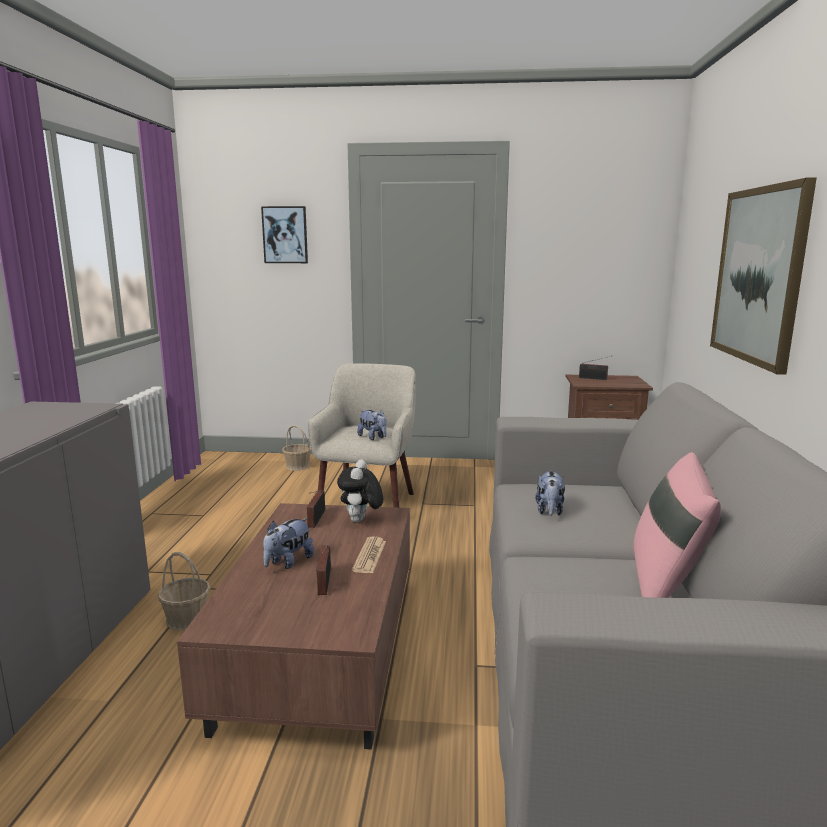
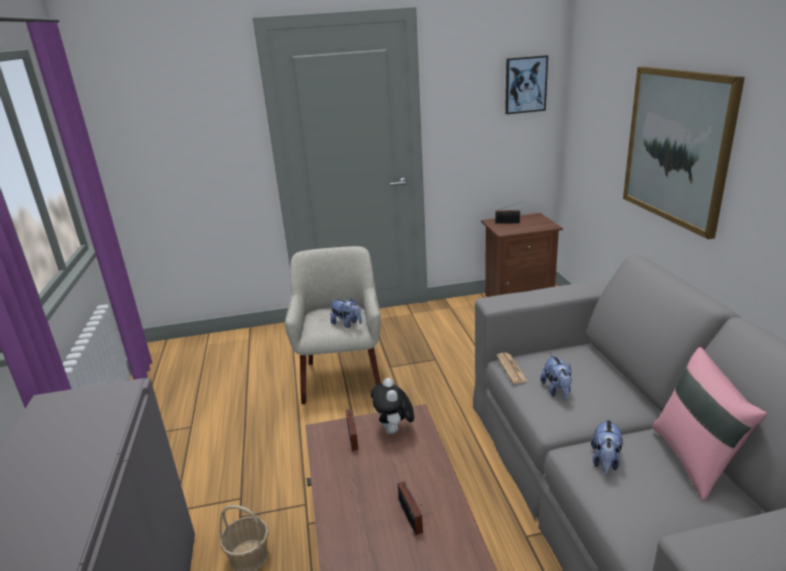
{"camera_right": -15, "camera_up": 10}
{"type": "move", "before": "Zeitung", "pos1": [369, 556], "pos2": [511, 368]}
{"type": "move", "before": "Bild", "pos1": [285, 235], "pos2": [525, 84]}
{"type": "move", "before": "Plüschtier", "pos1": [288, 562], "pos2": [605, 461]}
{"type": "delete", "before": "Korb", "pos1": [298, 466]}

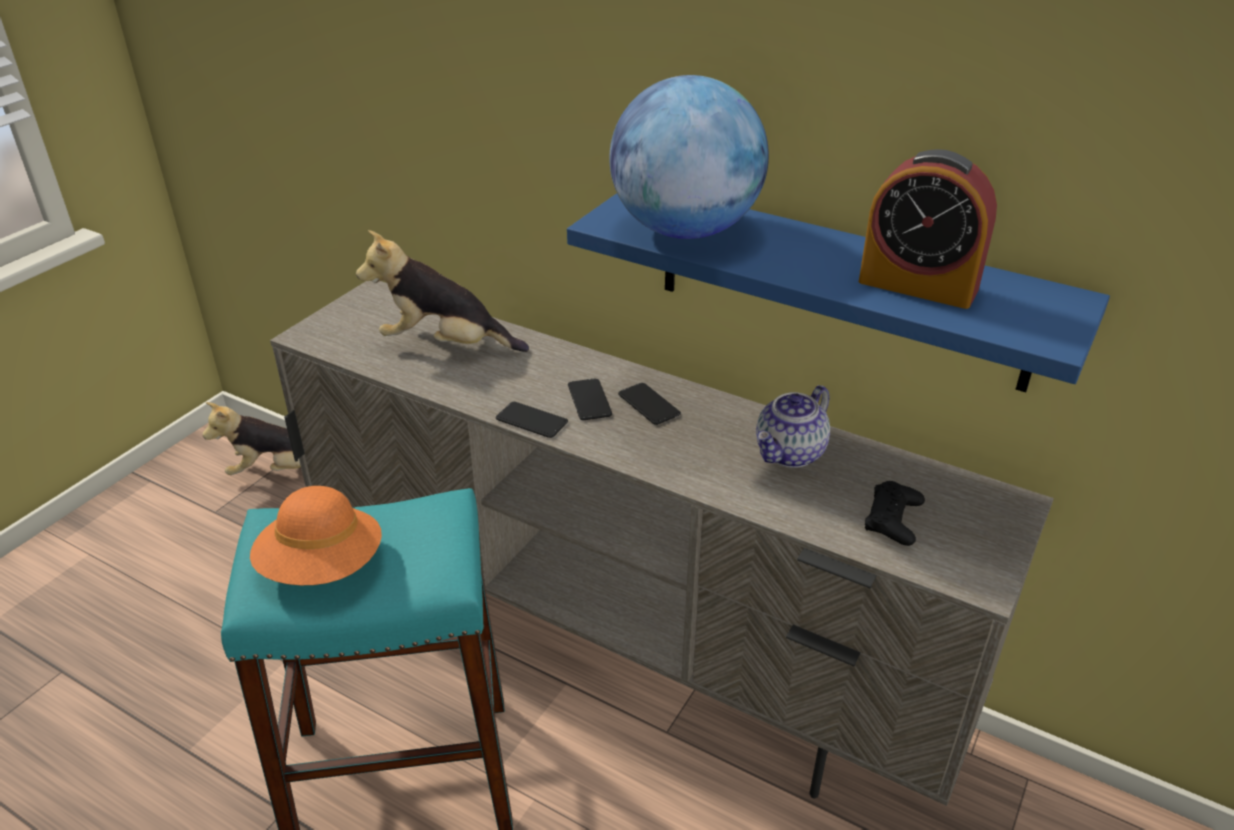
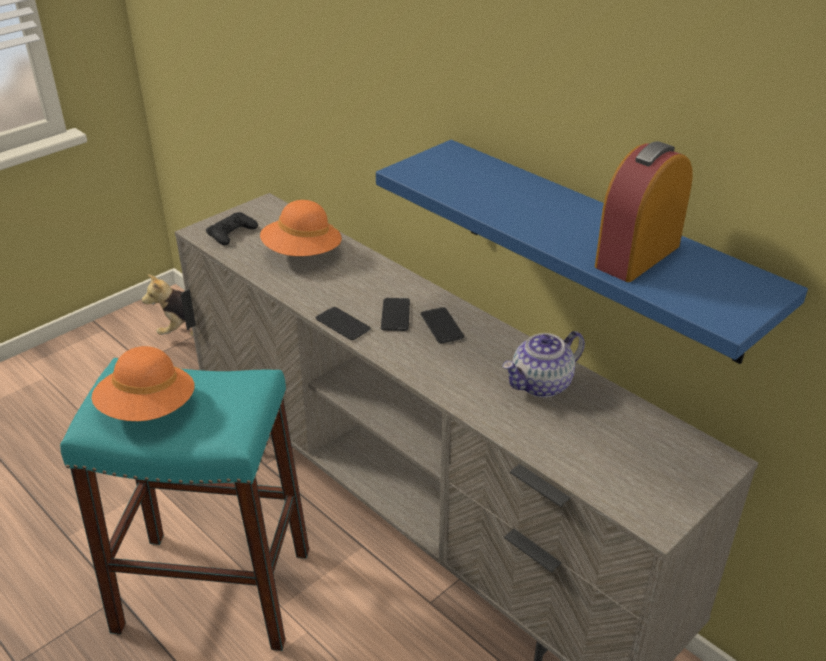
{"camera_right": 15, "camera_up": 0}
{"type": "move", "before": "Gamepad/schwarz", "pos1": [893, 519], "pos2": [232, 233]}
{"type": "replace", "before": "Plüschtier", "after": "Hut/orange", "pos1": [445, 345], "pos2": [302, 254]}
{"type": "rotate", "before": "Wecker", "pos1": [918, 285], "pos2": [637, 256], "turn": 90}
{"type": "delete", "before": "Globus", "pos1": [685, 230]}

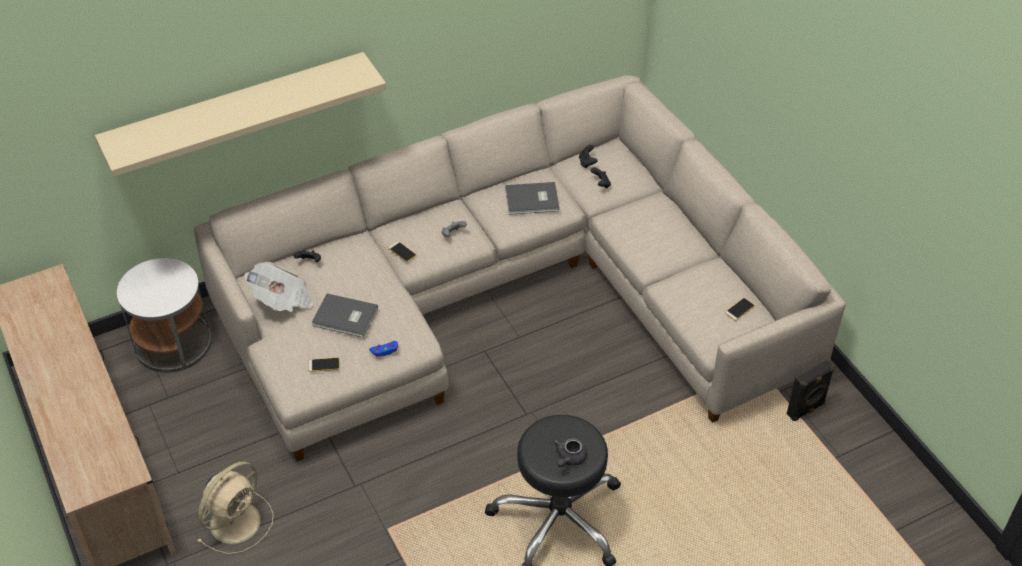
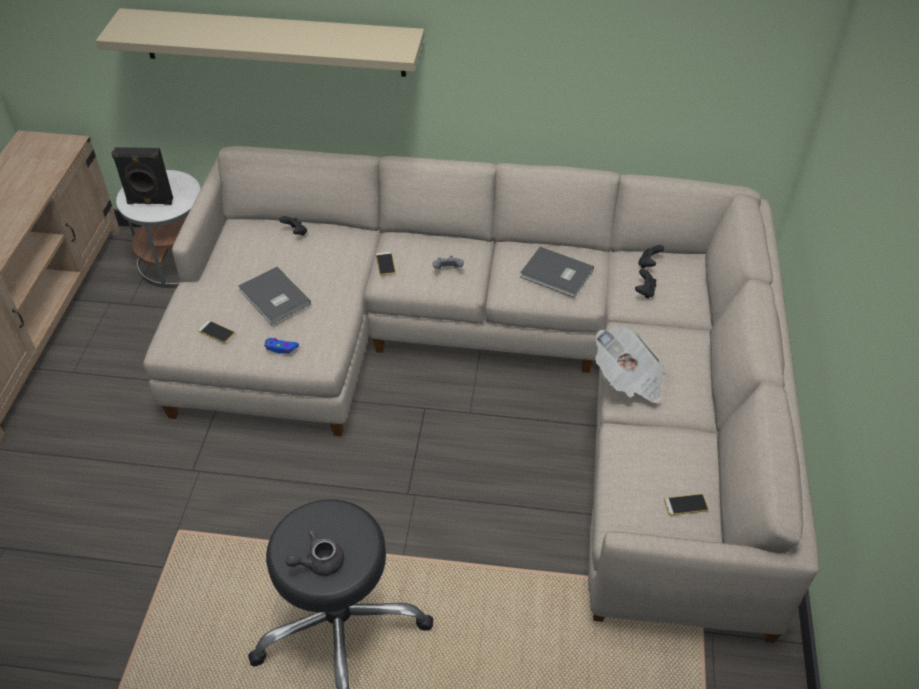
{"camera_right": 35, "camera_up": 0}
{"type": "move", "before": "Lautsprecher/schwarz", "pos1": [806, 410], "pos2": [150, 202]}
{"type": "move", "before": "Zeitung", "pos1": [282, 300], "pos2": [628, 379]}
{"type": "delete", "before": "Ventilator/beige", "pos1": [237, 520]}

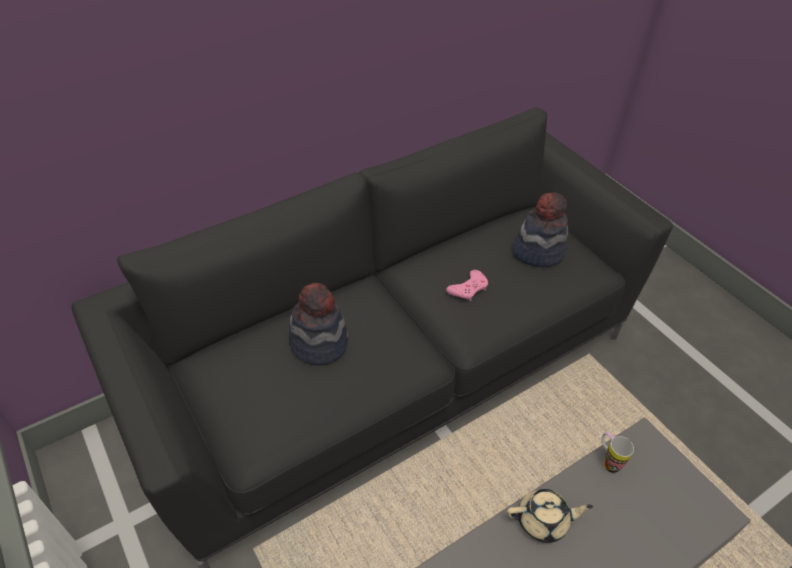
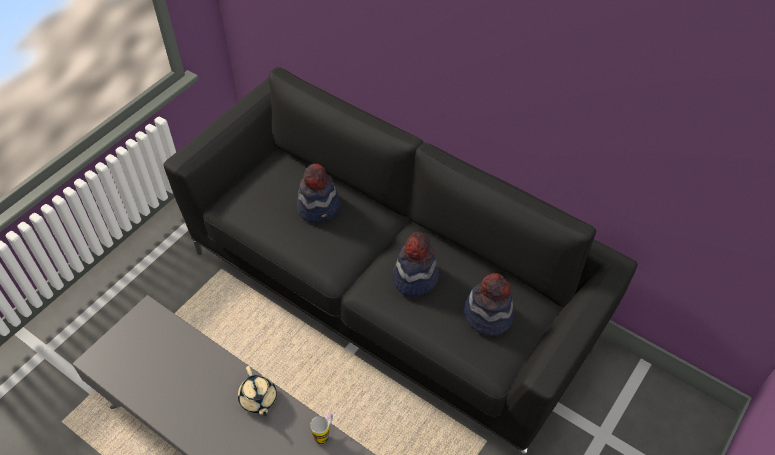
{"camera_right": 70, "camera_up": 5}
{"type": "replace", "before": "Gamepad/rosa", "after": "Hut", "pos1": [468, 288], "pos2": [414, 277]}

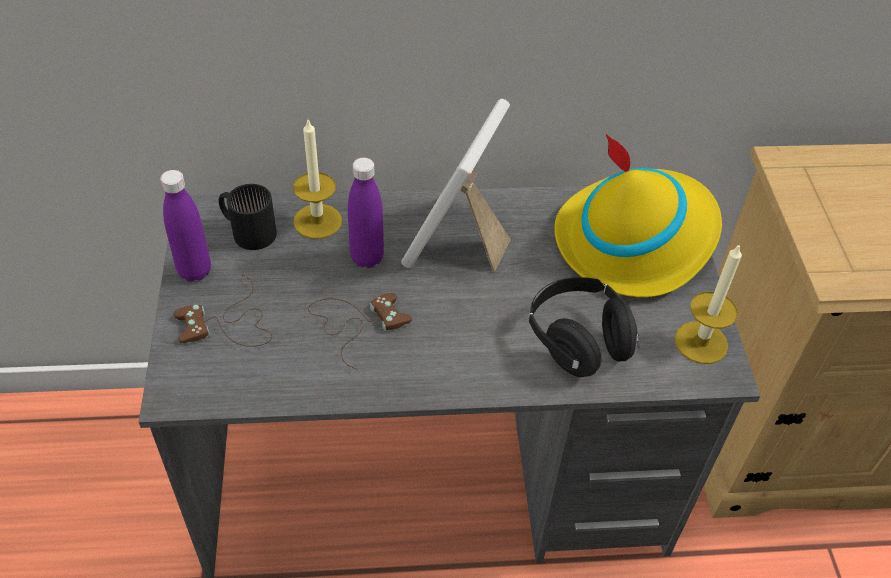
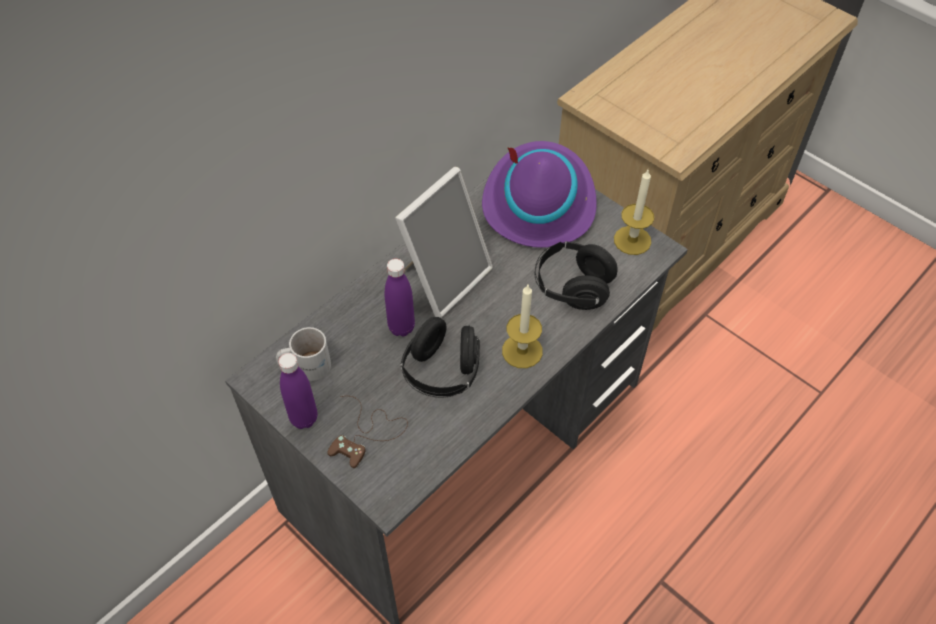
{"camera_right": -40, "camera_up": 5}
{"type": "recolor", "before": "Henkelbecher/schwarz", "after": "Henkelbecher/weiß", "pos1": [249, 230], "pos2": [305, 365]}
{"type": "rotate", "before": "Bilderrahmen", "pos1": [457, 243], "pos2": [444, 278], "turn": -120}
{"type": "replace", "before": "Gamepad/braun", "after": "Kopfhörer/schwarz", "pos1": [356, 323], "pos2": [442, 372]}
{"type": "recolor", "before": "Hut/gelb", "after": "Hut/lila", "pos1": [636, 239], "pos2": [538, 202]}
{"type": "move", "before": "Kerze", "pos1": [317, 221], "pos2": [522, 351]}

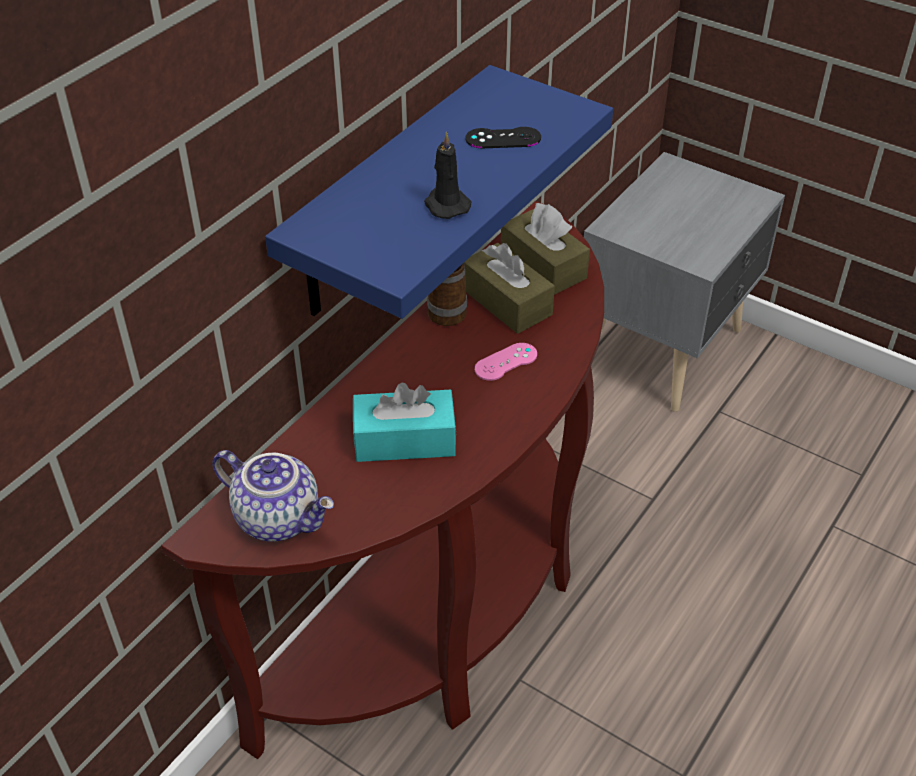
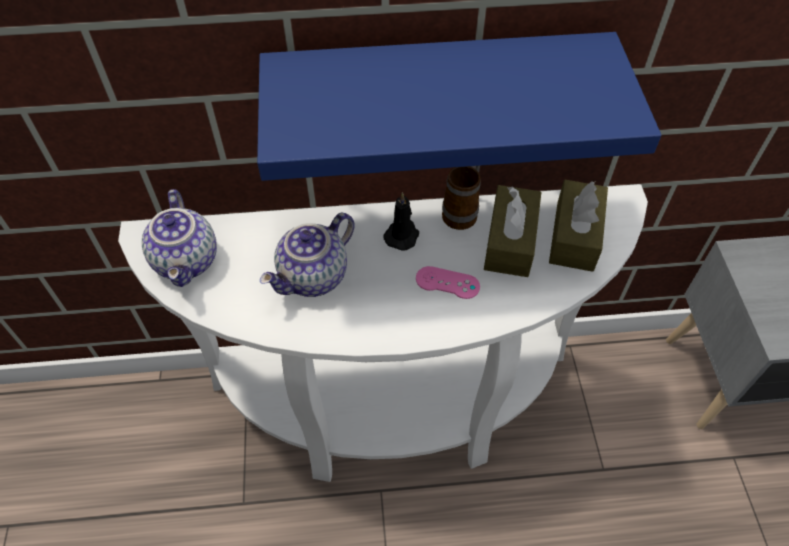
{"camera_right": 50, "camera_up": 10}
{"type": "recolor", "before": "Konsolentisch/braun", "after": "Konsolentisch/weiß", "pos1": [446, 610], "pos2": [393, 409]}
{"type": "replace", "before": "Taschentuchbox/türkis", "after": "Teekanne", "pos1": [404, 440], "pos2": [314, 278]}
{"type": "move", "before": "Kerze/schwarz", "pos1": [445, 205], "pos2": [402, 235]}
{"type": "delete", "before": "Gamepad/schwarz", "pos1": [503, 138]}

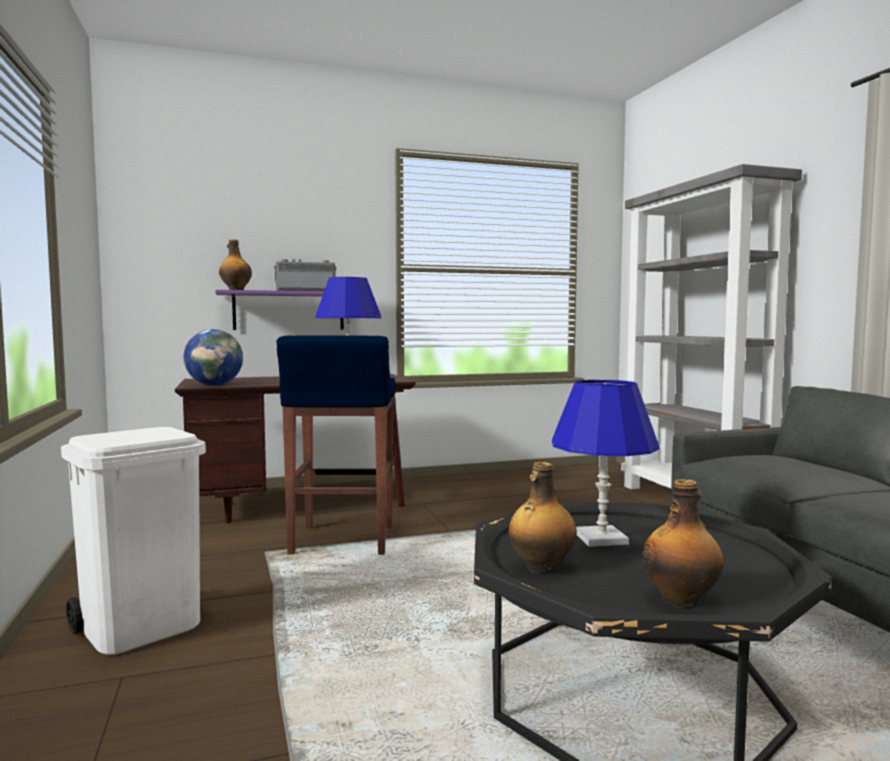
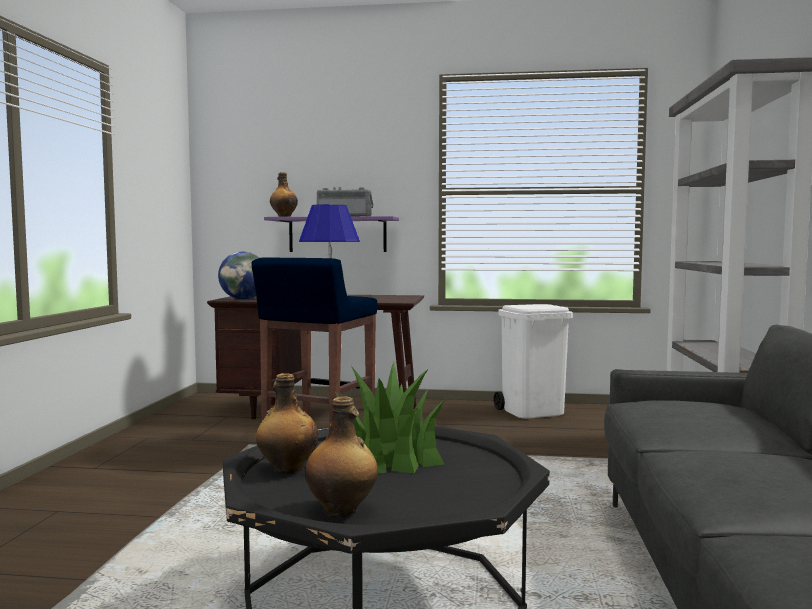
{"camera_right": 25, "camera_up": 0}
{"type": "replace", "before": "Tischlampe/blau", "after": "Topfpflanze", "pos1": [601, 538], "pos2": [388, 456]}
{"type": "move", "before": "Mülleimer/weiß", "pos1": [143, 627], "pos2": [533, 412]}

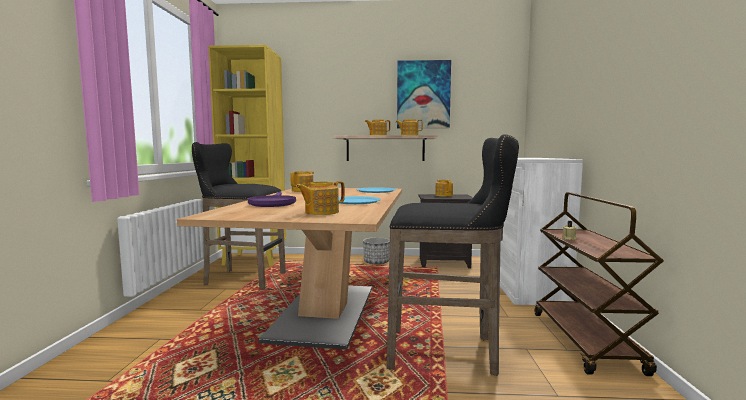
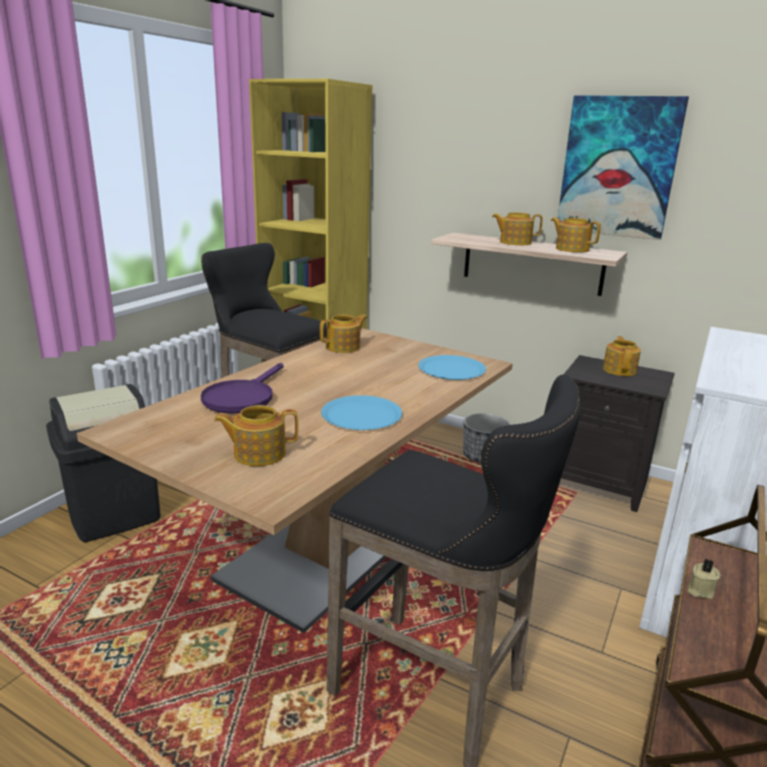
{"camera_right": 25, "camera_up": 15}
{"type": "insert", "after": "Mülleimer/schwarz", "pos2": [114, 514]}

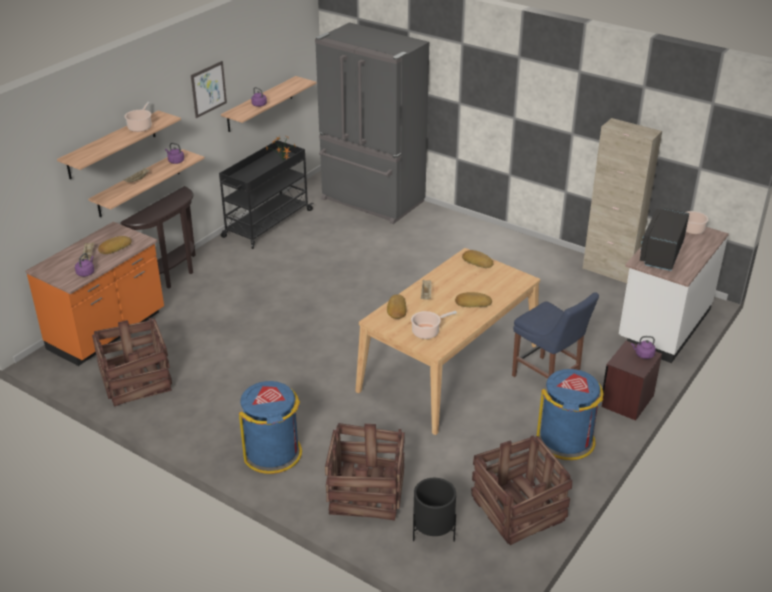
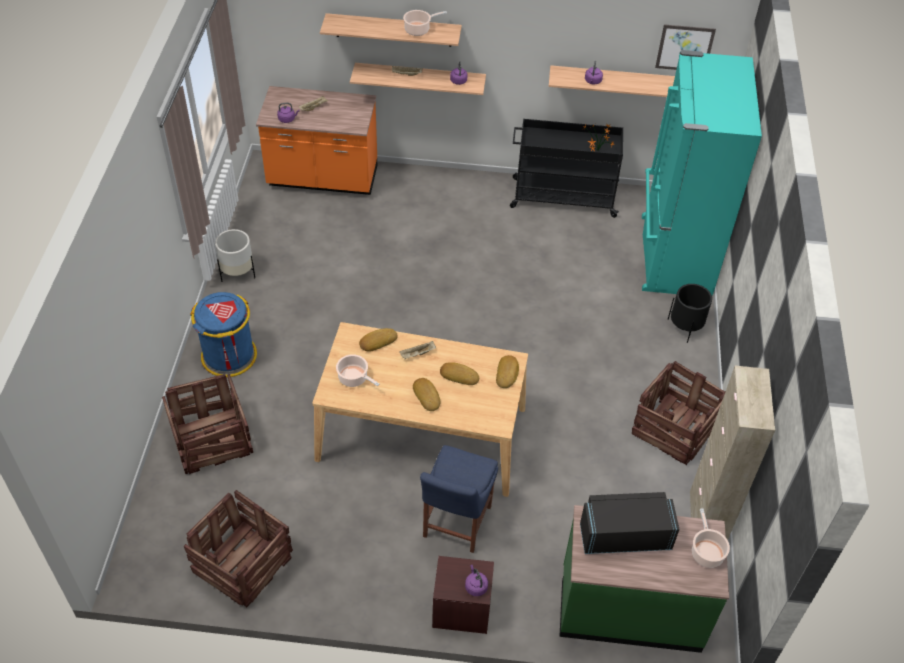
{"camera_right": 60, "camera_up": 15}
{"type": "insert", "after": "Pflanzkübel/weiß", "pos2": [237, 273]}
{"type": "move", "before": "Brot", "pos1": [114, 247], "pos2": [459, 375]}
{"type": "recolor", "before": "Küchenzeile/weiß", "after": "Küchenzeile/grün", "pos1": [663, 325], "pos2": [630, 608]}
{"type": "move", "before": "Kiste", "pos1": [136, 380], "pos2": [675, 428]}
{"type": "recolor", "before": "Kühlschrank/grau", "after": "Kühlschrank/türkis", "pos1": [371, 201], "pos2": [673, 255]}
{"type": "move", "before": "Bild", "pos1": [208, 89], "pos2": [685, 48]}
{"type": "move", "before": "Pflanzkübel/schwarz", "pos1": [433, 532], "pos2": [685, 327]}
{"type": "delete", "before": "Konsolentisch/braun", "pos1": [172, 276]}
{"type": "delete", "before": "Mülleimer/blau", "pos1": [566, 440]}

